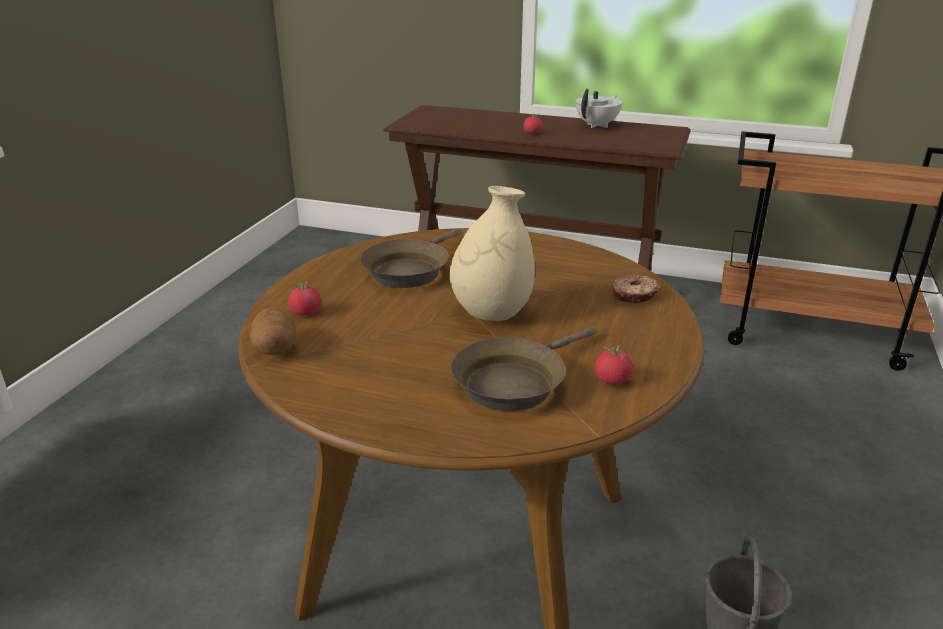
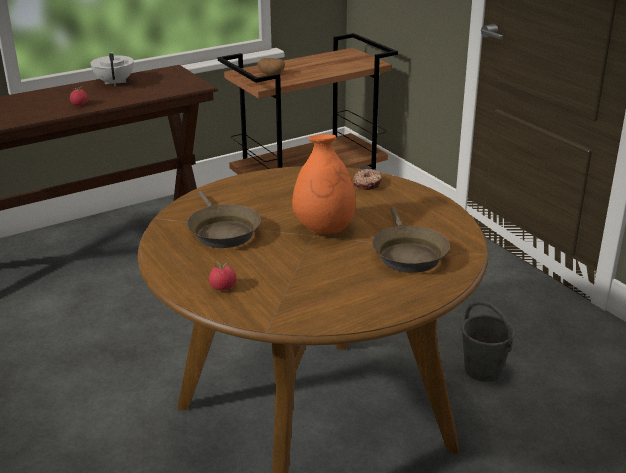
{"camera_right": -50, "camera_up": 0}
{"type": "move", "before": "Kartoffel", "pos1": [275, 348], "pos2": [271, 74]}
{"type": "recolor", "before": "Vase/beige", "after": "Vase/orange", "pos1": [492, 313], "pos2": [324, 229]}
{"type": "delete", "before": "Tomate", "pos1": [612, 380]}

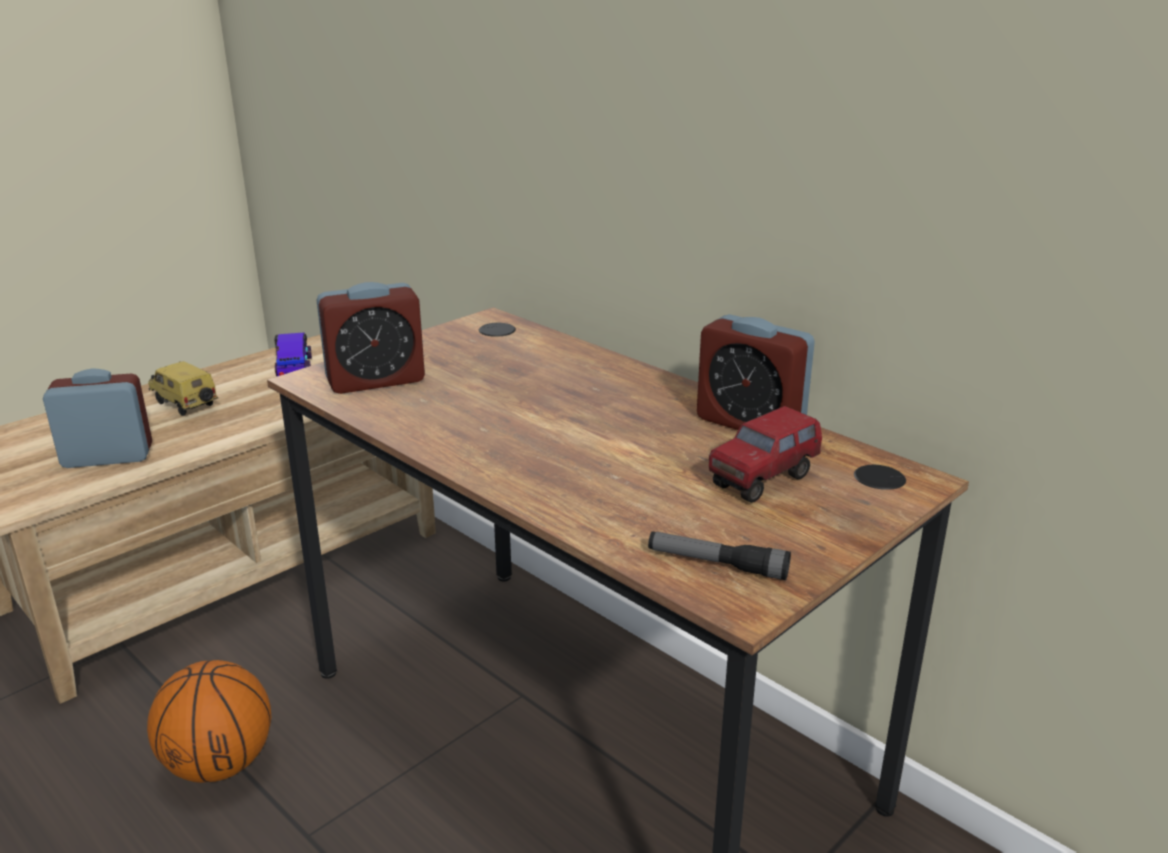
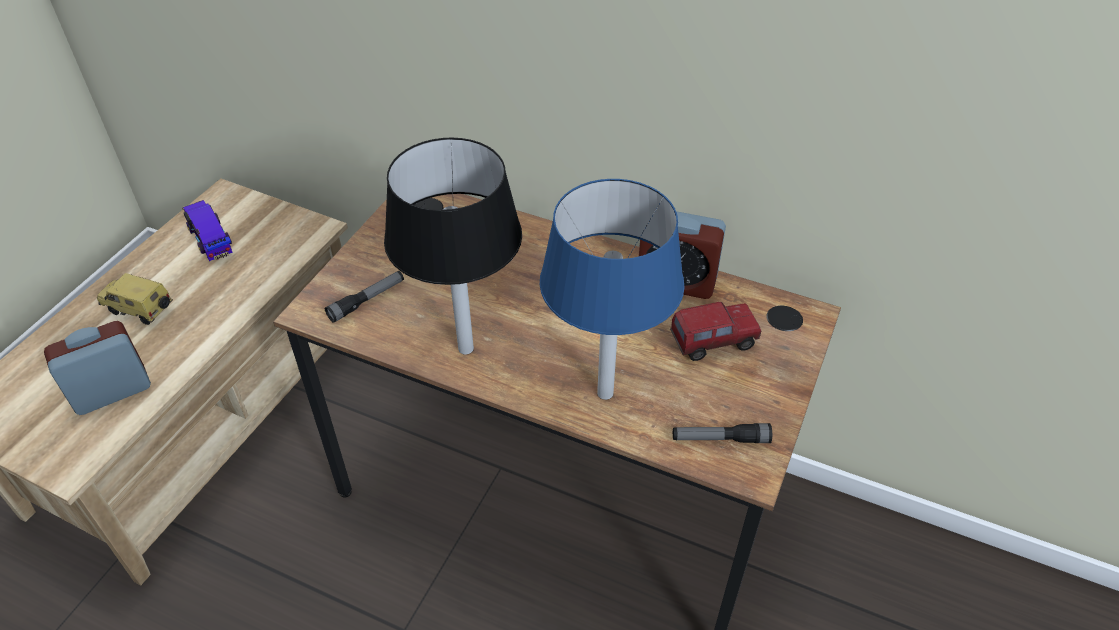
{"camera_right": -20, "camera_up": 20}
{"type": "replace", "before": "Wecker", "after": "Taschenlampe", "pos1": [375, 380], "pos2": [367, 300]}
{"type": "insert", "after": "Tischlampe/schwarz", "pos2": [465, 349]}
{"type": "insert", "after": "Tischlampe/blau", "pos2": [604, 393]}
{"type": "rotate", "before": "Spielzeuglaster", "pos1": [763, 480], "pos2": [712, 343], "turn": -135}
{"type": "delete", "before": "Basketball", "pos1": [219, 765]}

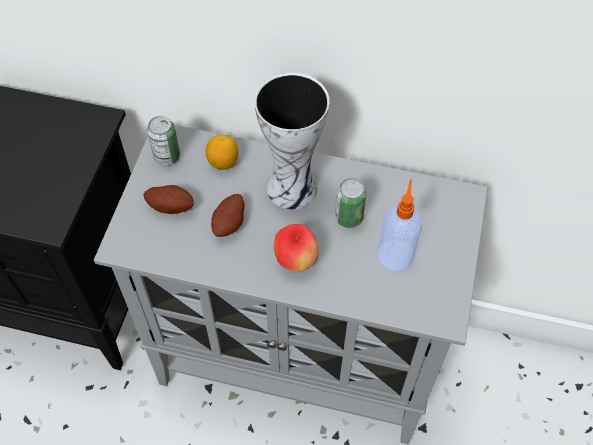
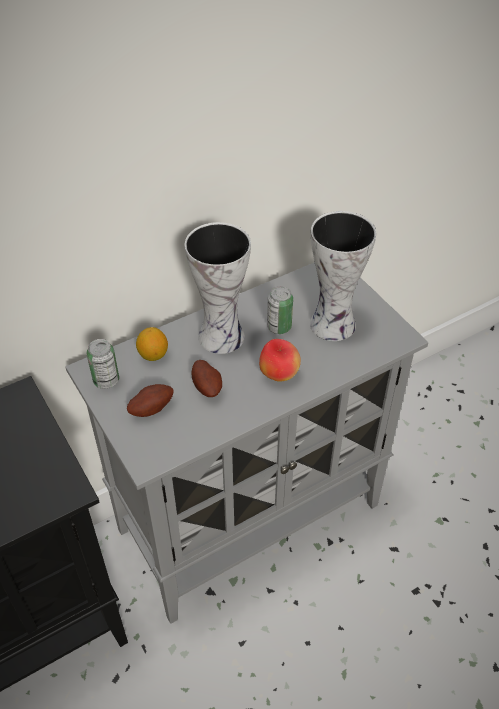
{"camera_right": -45, "camera_up": -10}
{"type": "replace", "before": "Seifenspender", "after": "Vase", "pos1": [395, 254], "pos2": [332, 326]}

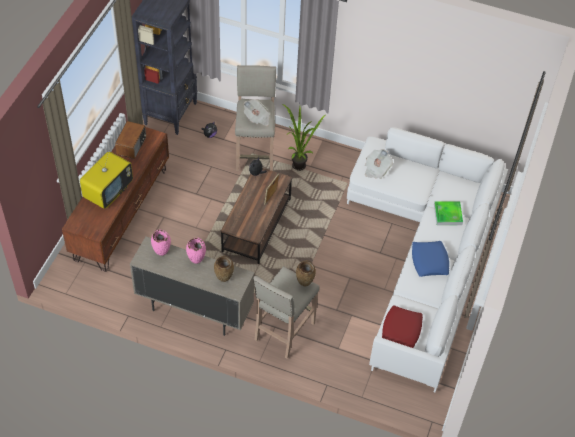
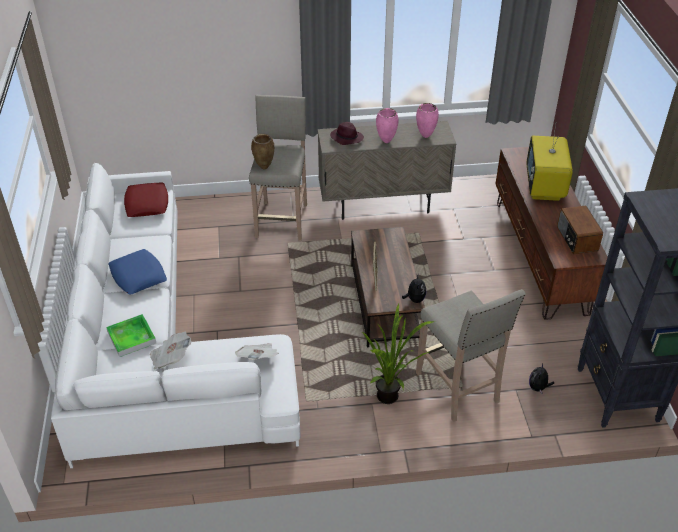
{"camera_right": 155, "camera_up": -10}
{"type": "move", "before": "Zeitung", "pos1": [257, 118], "pos2": [171, 358]}
{"type": "replace", "before": "Vase/braun", "after": "Hut/lila", "pos1": [224, 279], "pos2": [346, 138]}

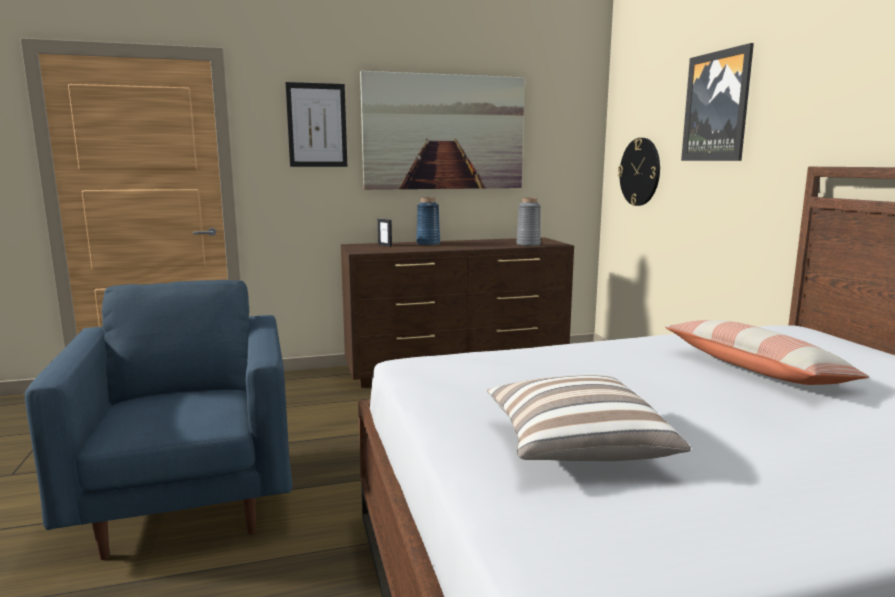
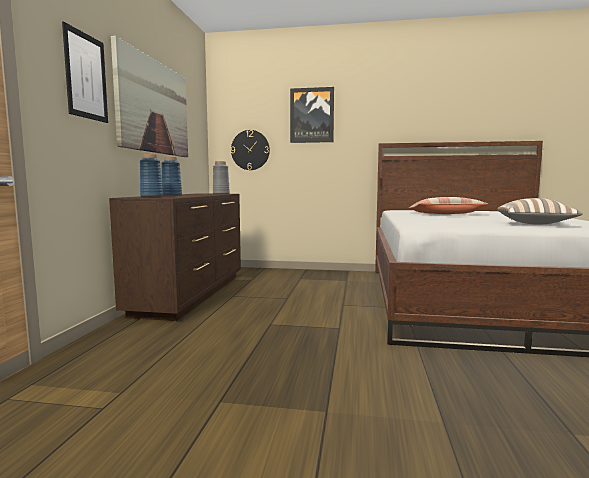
{"camera_right": -65, "camera_up": -5}
{"type": "replace", "before": "Bilderrahmen", "after": "Vase/blau", "pos1": [385, 245], "pos2": [151, 196]}
{"type": "delete", "before": "Sessel/blau", "pos1": [189, 501]}

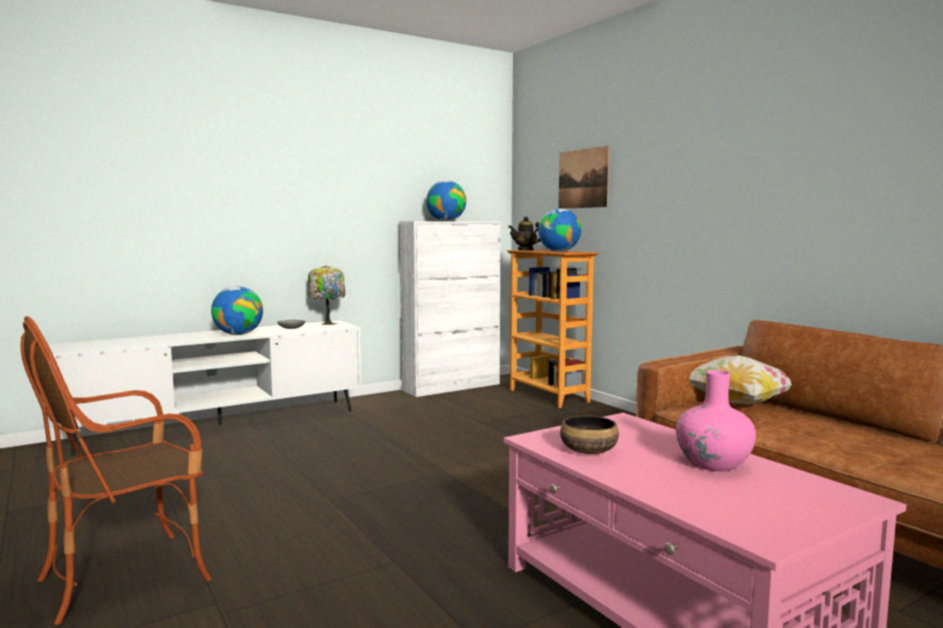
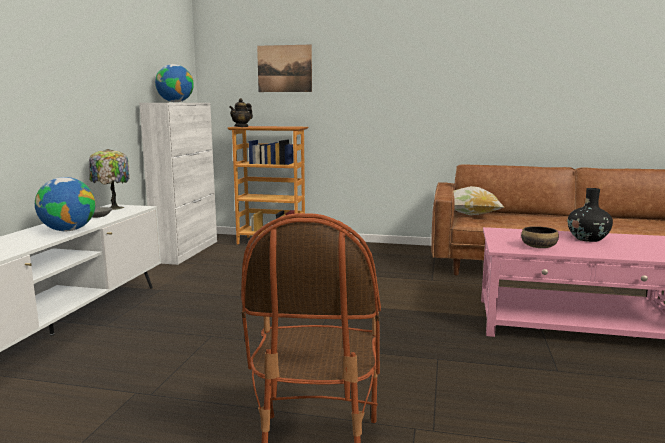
{"camera_right": -45, "camera_up": 5}
{"type": "recolor", "before": "Vase/rosa", "after": "Vase/schwarz", "pos1": [713, 464], "pos2": [588, 239]}
{"type": "delete", "before": "Globus", "pos1": [559, 251]}

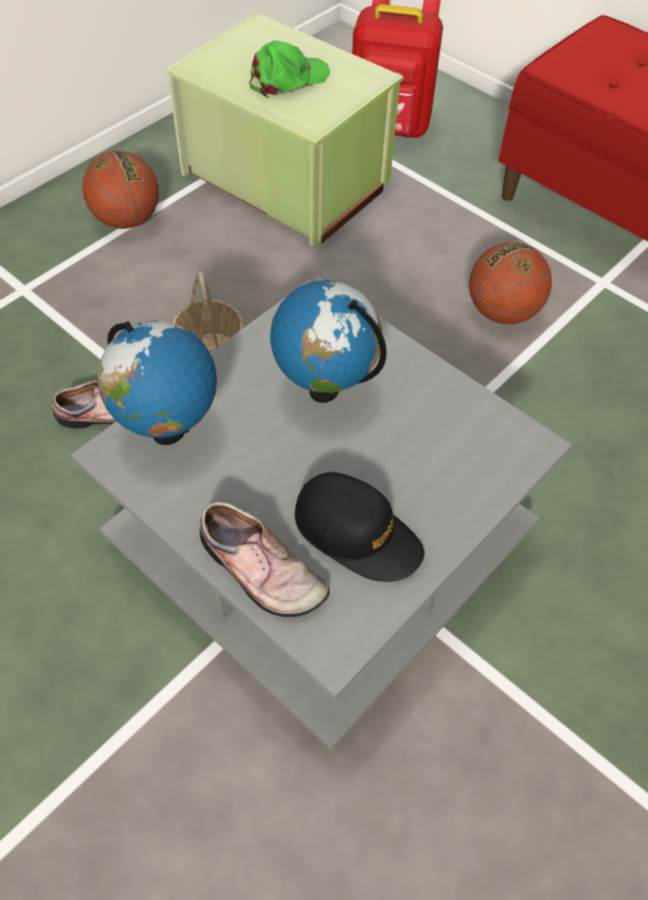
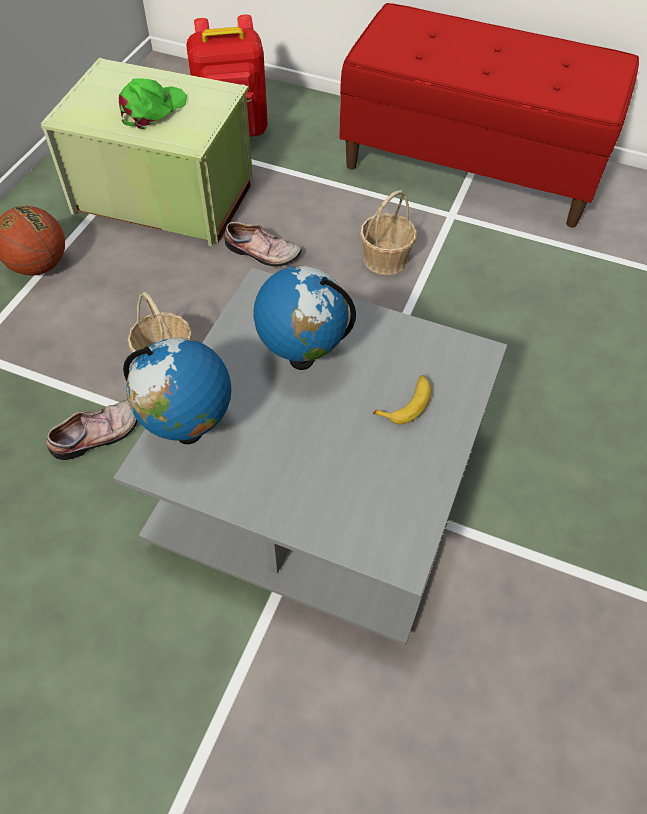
{"camera_right": -20, "camera_up": 0}
{"type": "move", "before": "Schuh", "pos1": [259, 571], "pos2": [262, 253]}
{"type": "replace", "before": "Basketball", "after": "Korb", "pos1": [502, 312], "pos2": [386, 259]}
{"type": "insert", "after": "Banane", "pos2": [406, 403]}
{"type": "delete", "before": "Kappe/schwarz", "pos1": [357, 533]}

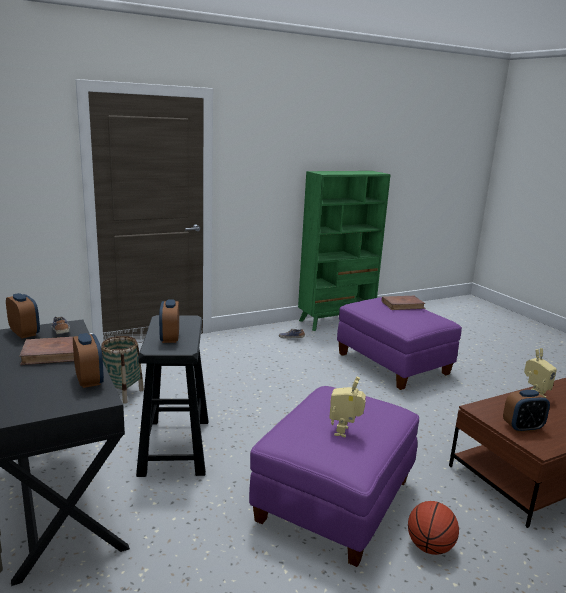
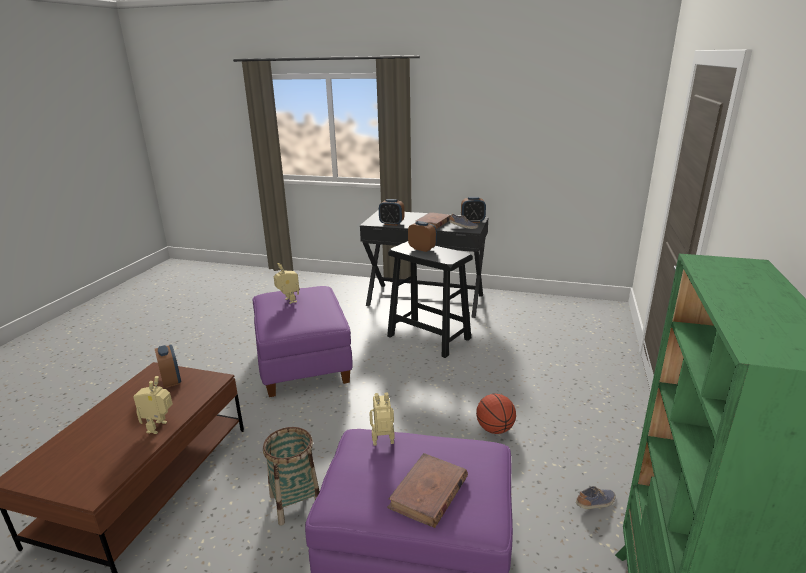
{"camera_right": 135, "camera_up": 5}
{"type": "rotate", "before": "Wecker", "pos1": [522, 427], "pos2": [171, 381], "turn": 120}
{"type": "move", "before": "Korb", "pos1": [122, 393], "pos2": [295, 502]}
{"type": "insert", "after": "Spielzeugroboter", "pos2": [383, 443]}
{"type": "move", "before": "Basketball", "pos1": [429, 547], "pos2": [494, 429]}

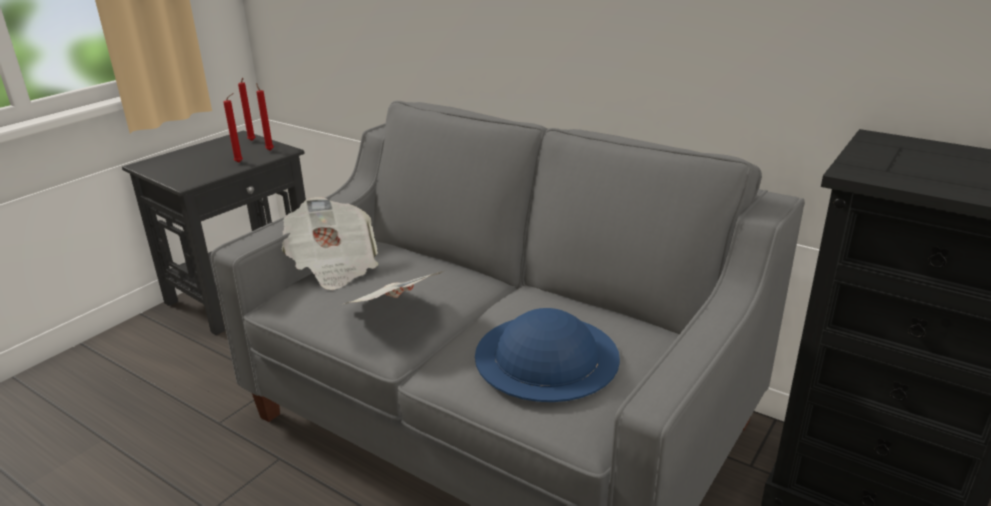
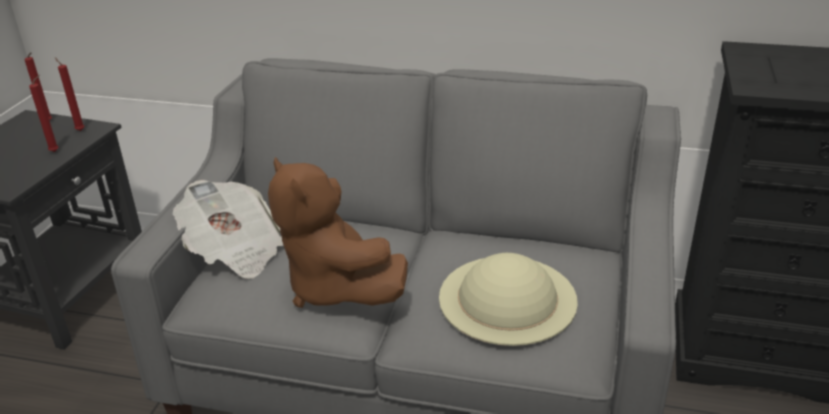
{"camera_right": -20, "camera_up": 5}
{"type": "replace", "before": "Zeitung", "after": "Plüschtier/braun", "pos1": [395, 312], "pos2": [336, 288]}
{"type": "recolor", "before": "Hut/blau", "after": "Hut/beige", "pos1": [547, 356], "pos2": [507, 298]}

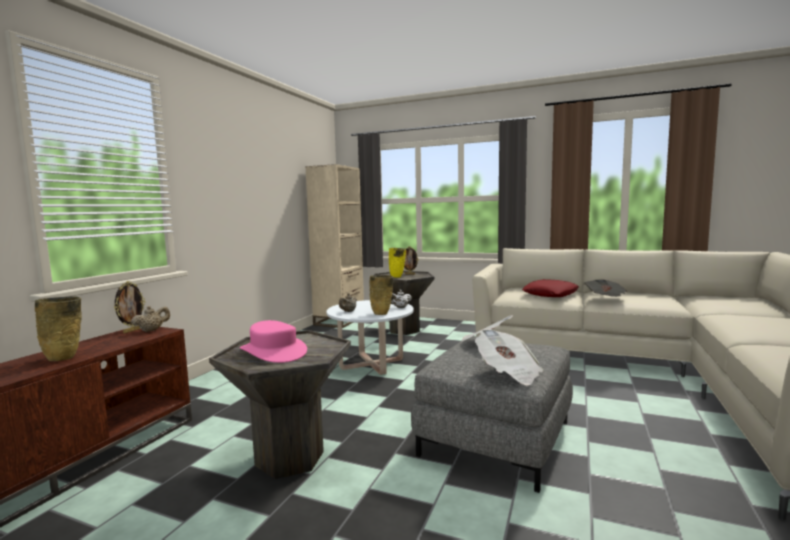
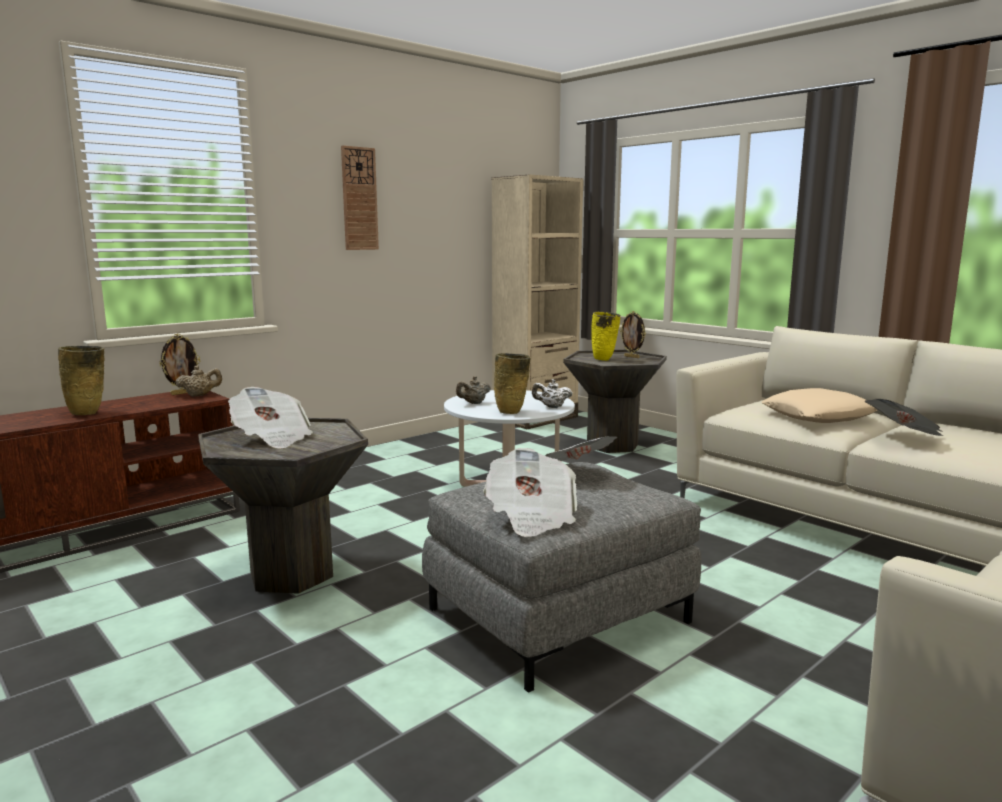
{"camera_right": 25, "camera_up": 5}
{"type": "replace", "before": "Hut/rosa", "after": "Zeitung", "pos1": [274, 351], "pos2": [272, 438]}
{"type": "insert", "after": "Wanduhr", "pos2": [359, 199]}
{"type": "recolor", "before": "Kissen/rot", "after": "Kissen/beige", "pos1": [550, 294], "pos2": [818, 416]}

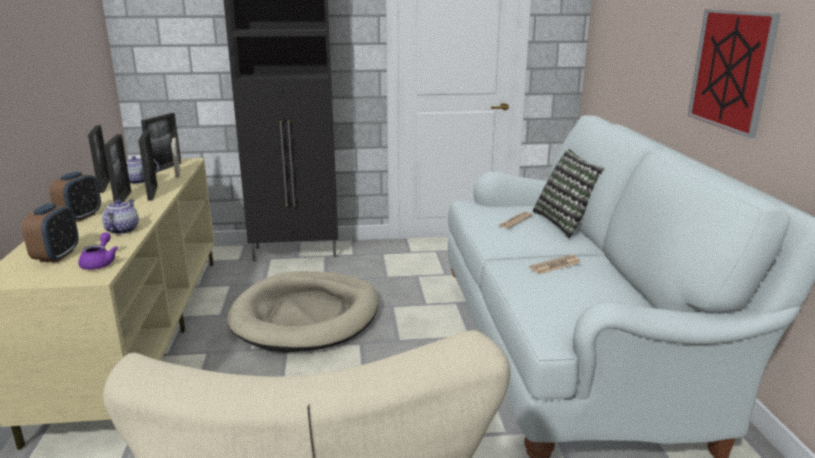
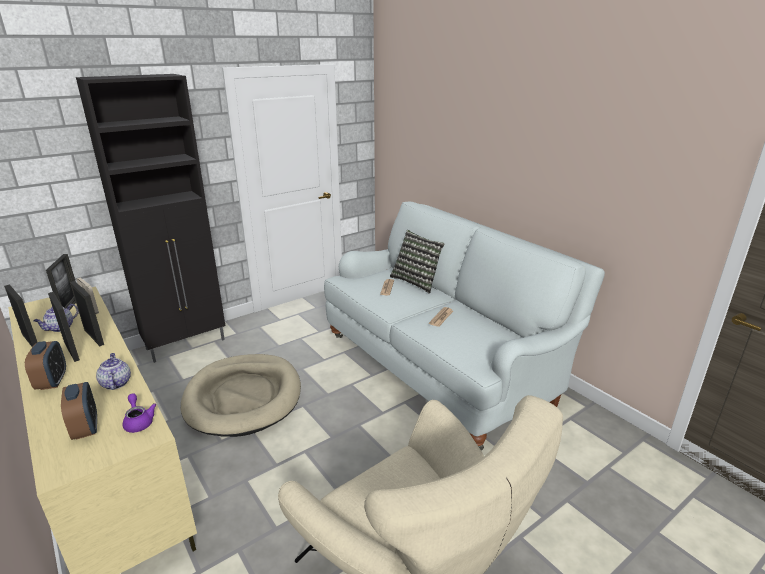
{"camera_right": -30, "camera_up": 5}
{"type": "delete", "before": "Bild", "pos1": [731, 70]}

